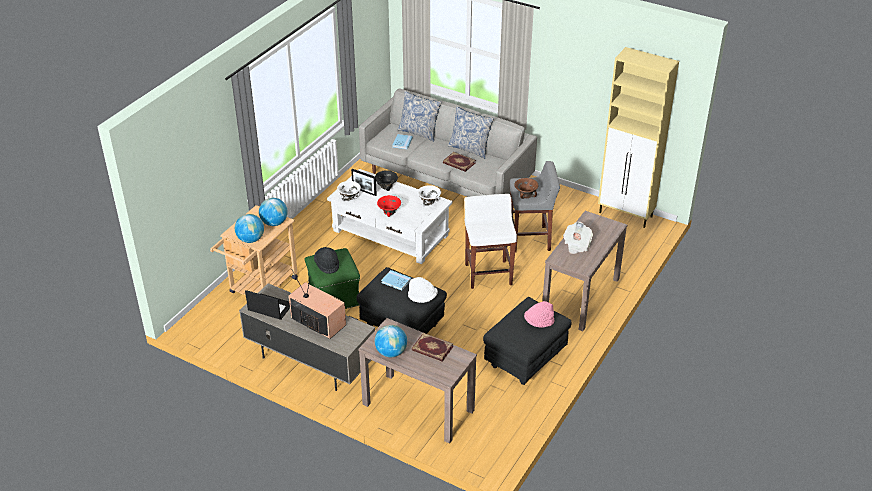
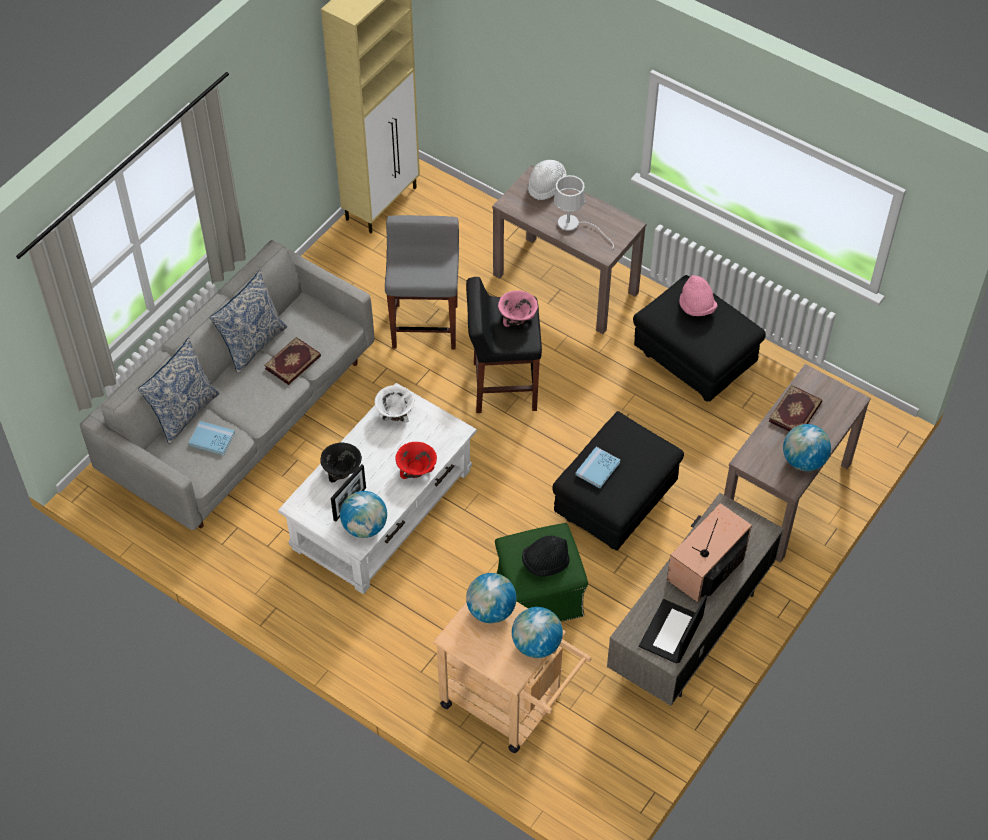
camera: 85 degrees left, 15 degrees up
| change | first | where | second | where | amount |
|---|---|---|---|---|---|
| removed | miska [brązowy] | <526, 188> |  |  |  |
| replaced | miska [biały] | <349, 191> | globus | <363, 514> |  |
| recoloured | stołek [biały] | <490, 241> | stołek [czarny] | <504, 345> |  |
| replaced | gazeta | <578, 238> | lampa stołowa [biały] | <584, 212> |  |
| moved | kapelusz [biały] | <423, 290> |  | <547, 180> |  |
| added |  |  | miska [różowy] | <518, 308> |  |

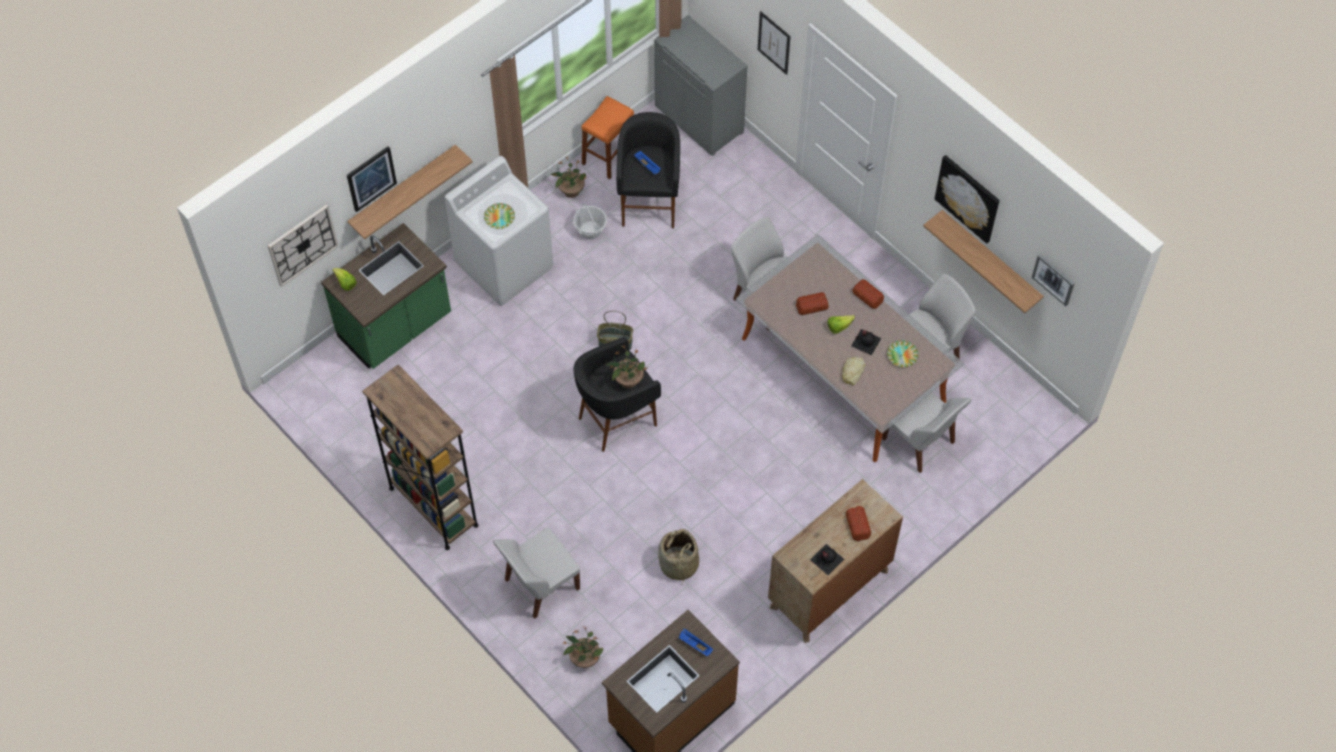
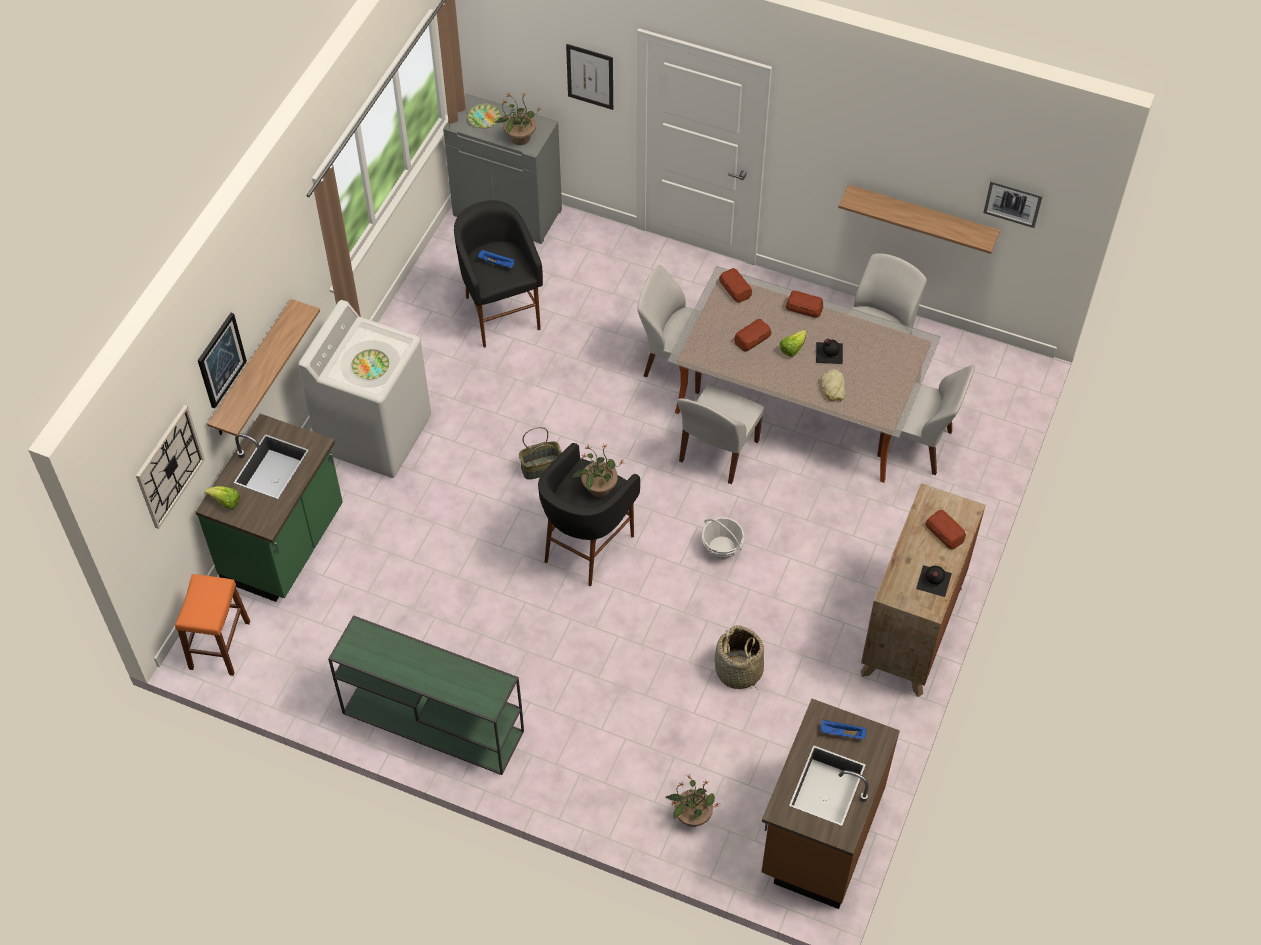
camera: 25 degrees left, 5 degrees down
| change | first | where | second | where | amount |
|---|---|---|---|---|---|
| moved | stołek [pomarańczowy] | <607, 137> |  | <212, 625> |  |
| moved | roślina doniczkowa | <569, 176> |  | <517, 118> |  |
| removed | obraz | <967, 199> |  |  |  |
| moved | koszyk | <590, 221> |  | <723, 538> |  |
| moved | talerz | <903, 353> |  | <484, 115> |  |
| replaced | regał [brązowy] | <420, 457> | stolik konsolowy [zielony] | <426, 695> |  |
| moved | krzesło [biały] | <536, 573> |  | <720, 433> |  |
| added |  |  | chleb | <735, 285> |  |

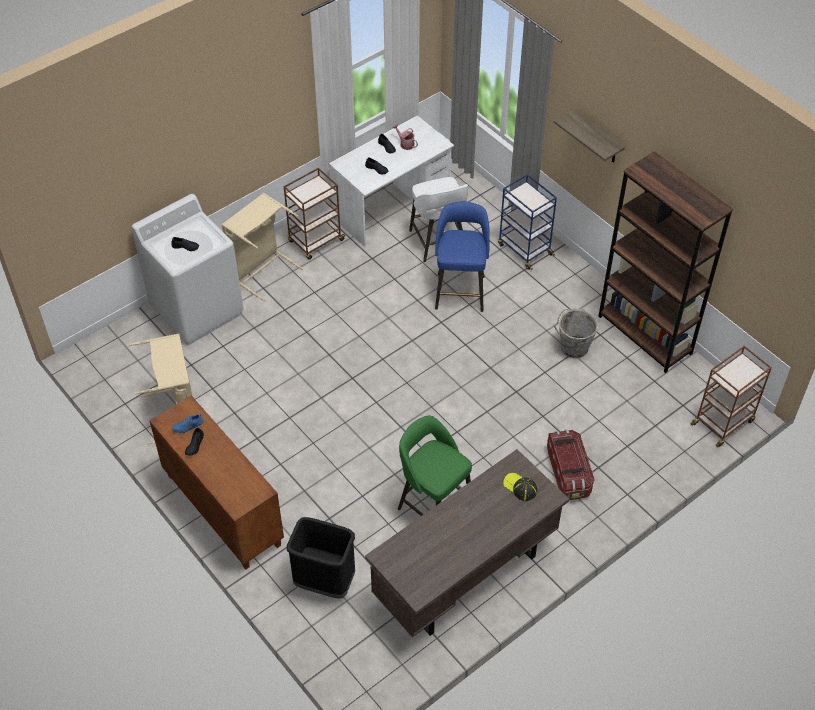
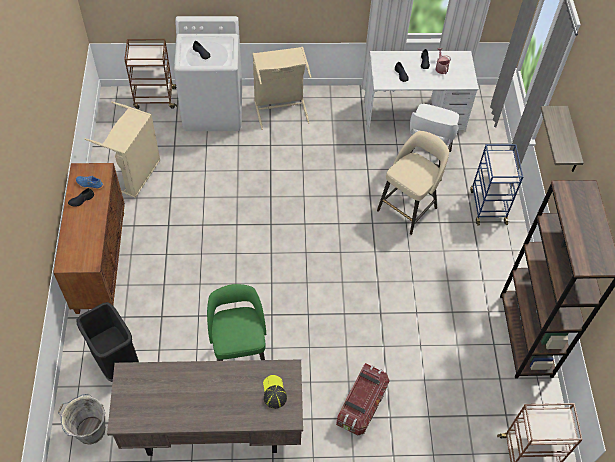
camera: 35 degrees right, 5 degrees up
| change | first | where | second | where | amount |
|---|---|---|---|---|---|
| moved | wózek [brązowy] | <315, 214> |  | <150, 74> |  |
| recoloured | stołek [niebieski] | <462, 257> | stołek [beżowy] | <413, 183> |  |
| moved | wiadro [szary] | <576, 333> |  | <82, 419> |  |

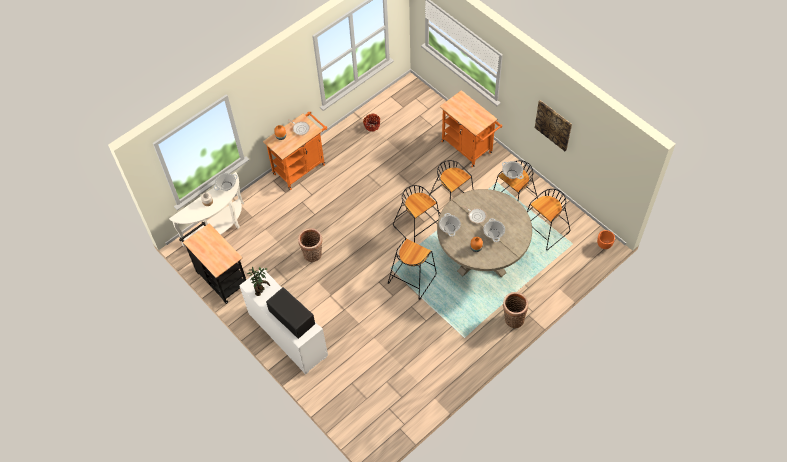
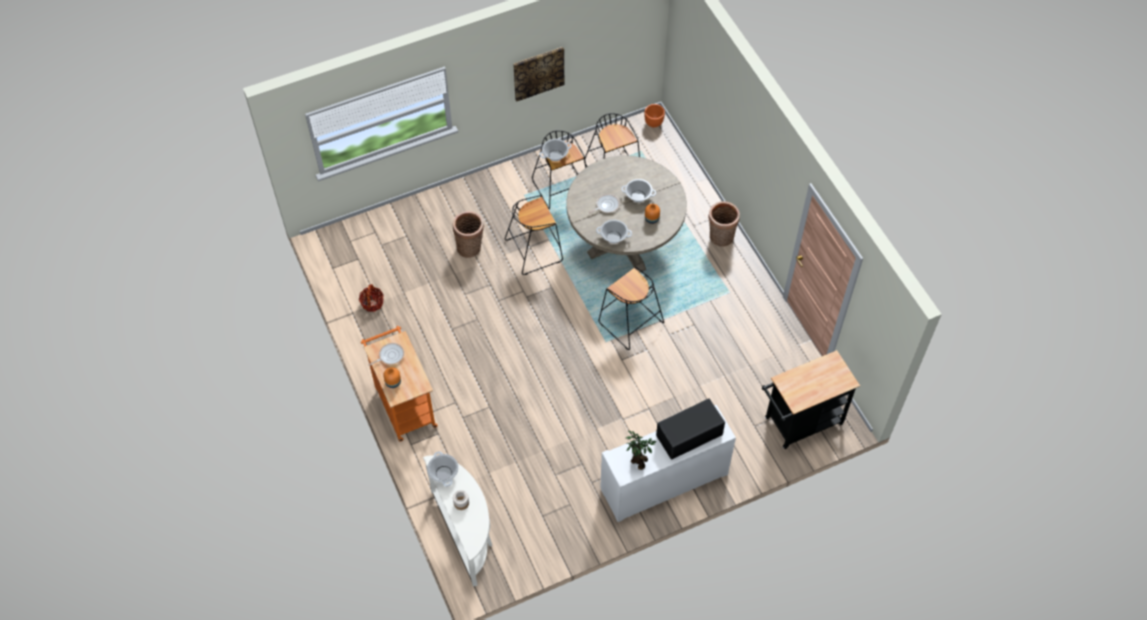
camera: 75 degrees left, 0 degrees up
| change | first | where | second | where | amount |
|---|---|---|---|---|---|
| removed | wózek [pomarańczowy] | <471, 128> |  |  |  |
| removed | stołek [czarny] | <416, 213> |  |  |  |
| moved | wózek [czarny] | <212, 263> |  | <811, 399> |  |
| moved | koszyk | <310, 245> |  | <468, 234> |  |

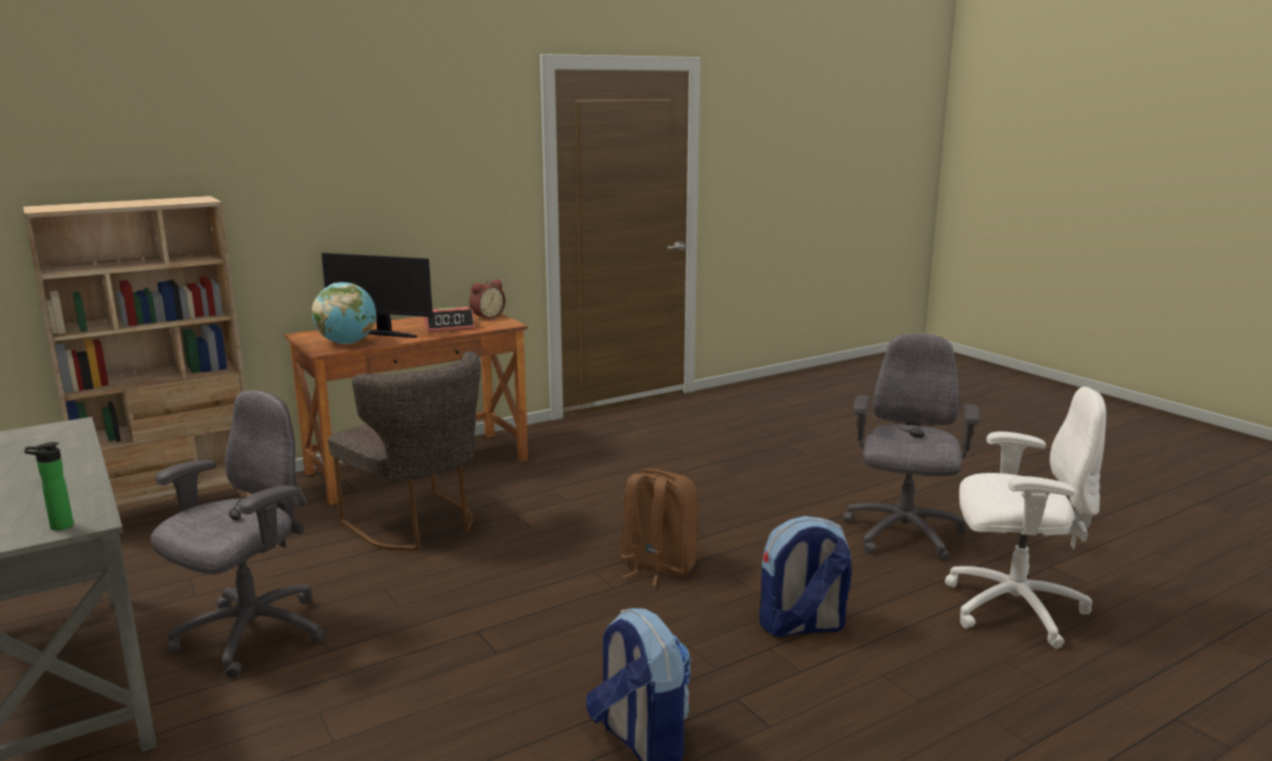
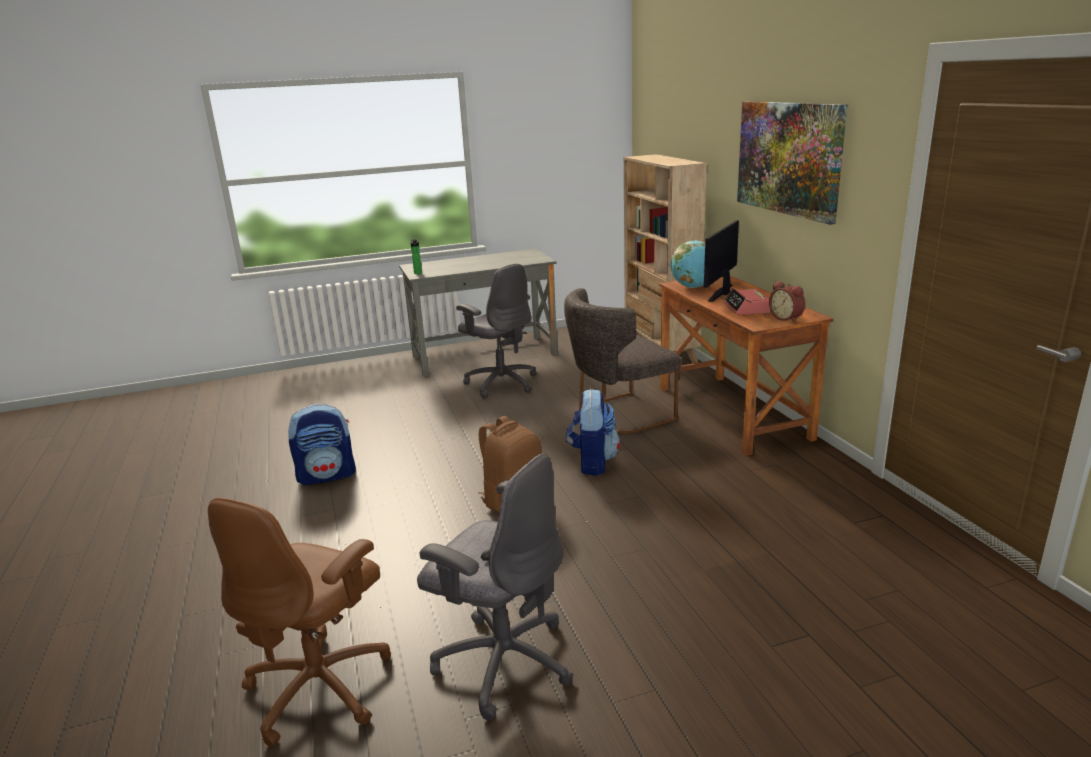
camera: 105 degrees right, 5 degrees up
| change | first | where | second | where | amount |
|---|---|---|---|---|---|
| recoloured | krzesło biurowe [biały] | <1025, 518> | krzesło biurowe [brązowy] | <299, 622> |  |
| moved | plecak | <805, 577> |  | <593, 432> |  |
| added |  |  | obraz | <792, 163> |  |

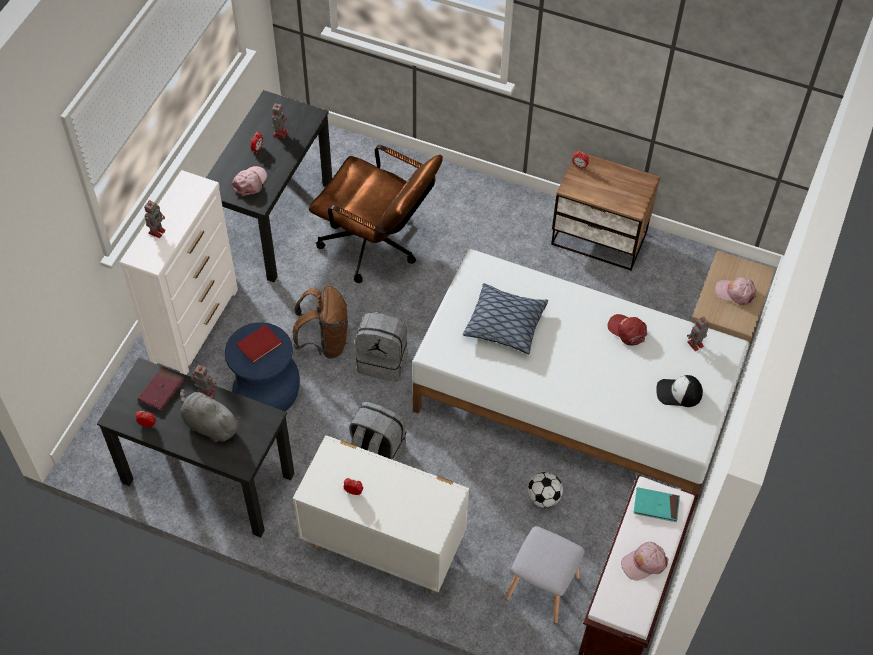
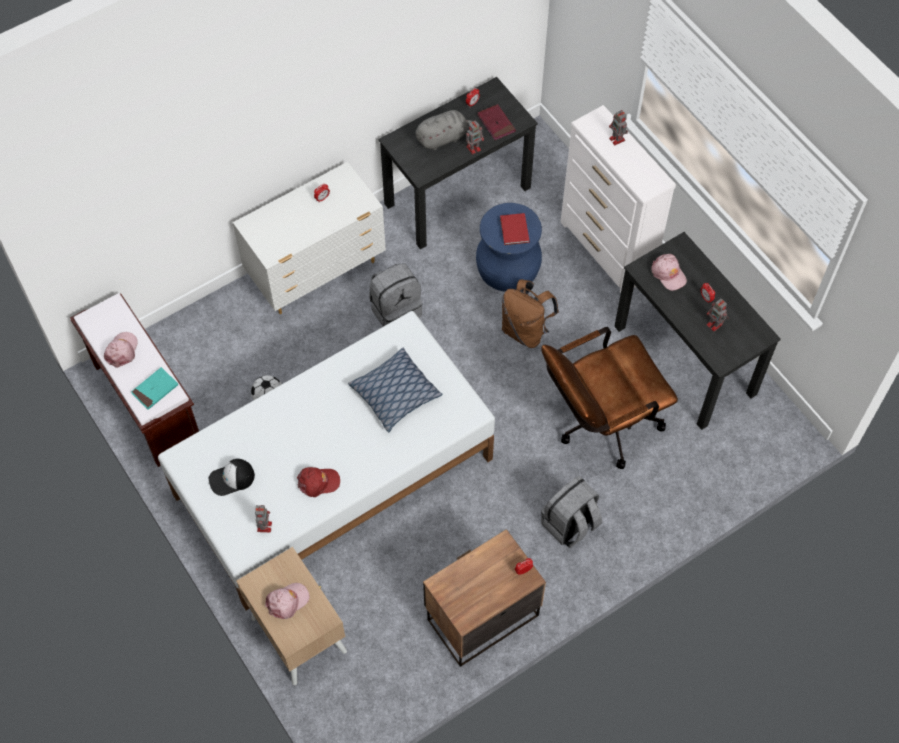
camera: 125 degrees right, 5 degrees up
| change | first | where | second | where | amount |
|---|---|---|---|---|---|
| moved | plecak [szary] | <381, 346> |  | <571, 512> |  |
| turned | czapka z daszkiem | <679, 391> |  | <232, 477> | 150 degrees counterclockwise |
| removed | stołek [szary] | <545, 575> |  |  |  |

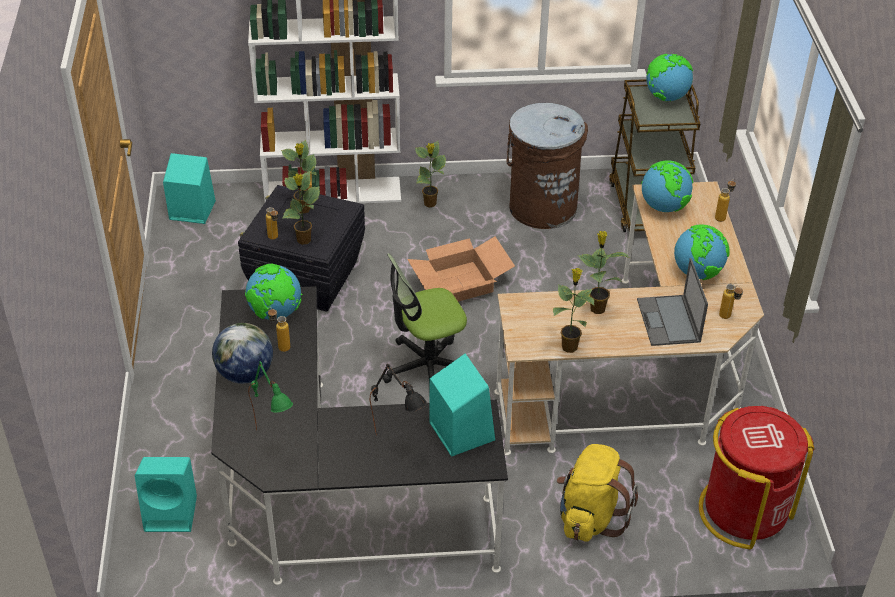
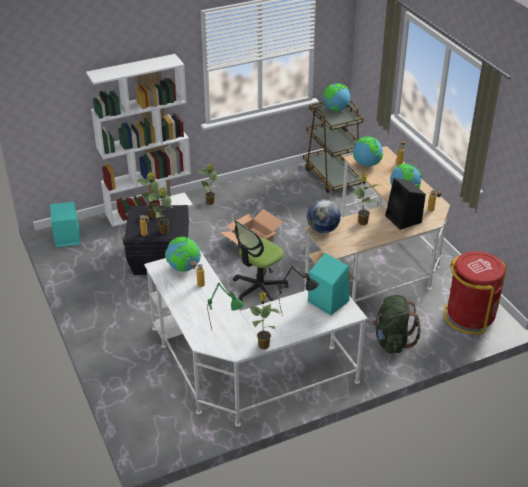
camera: 20 degrees left, 5 degrees down
| change | first | where | second | where | amount |
|---|---|---|---|---|---|
| removed | kosz na śmieci [brązowy] | <547, 166> |  |  |  |
| replaced | laptop | <672, 302> | głośnik [czarny] | <405, 204> |  |
| moved | roślina doniczkowa | <574, 310> |  | <264, 320> |  |
| recoloured | biurko [czarny] | <359, 435> | biurko [biały] | <256, 339> |  |
| moved | globus | <242, 353> |  | <324, 216> |  |
| recoloured | plecak [żółty] | <597, 493> | plecak [zielony] | <396, 324> |  |
| removed | głośnik [turkusowy] | <165, 494> |  |  |  |

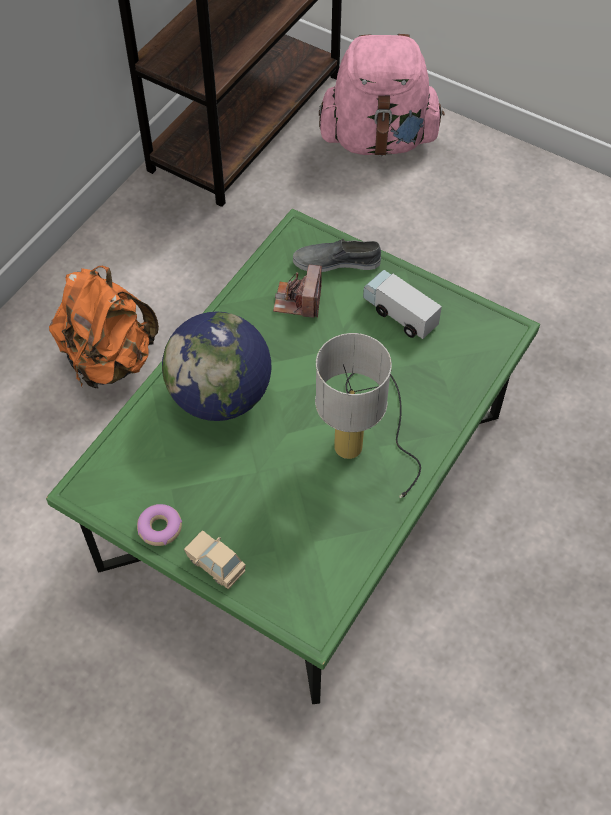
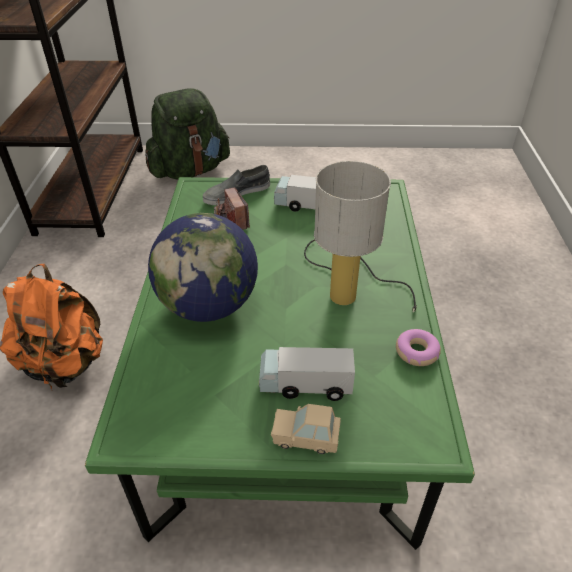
camera: 30 degrees left, 15 degrees down
| change | first | where | second | where | amount |
|---|---|---|---|---|---|
| recoloured | plecak [różowy] | <382, 95> | plecak [zielony] | <187, 133> |  |
| moved | donut | <159, 525> |  | <418, 347> |  |
| added |  |  | ciężarówka zabawkowa | <307, 374> |  |

